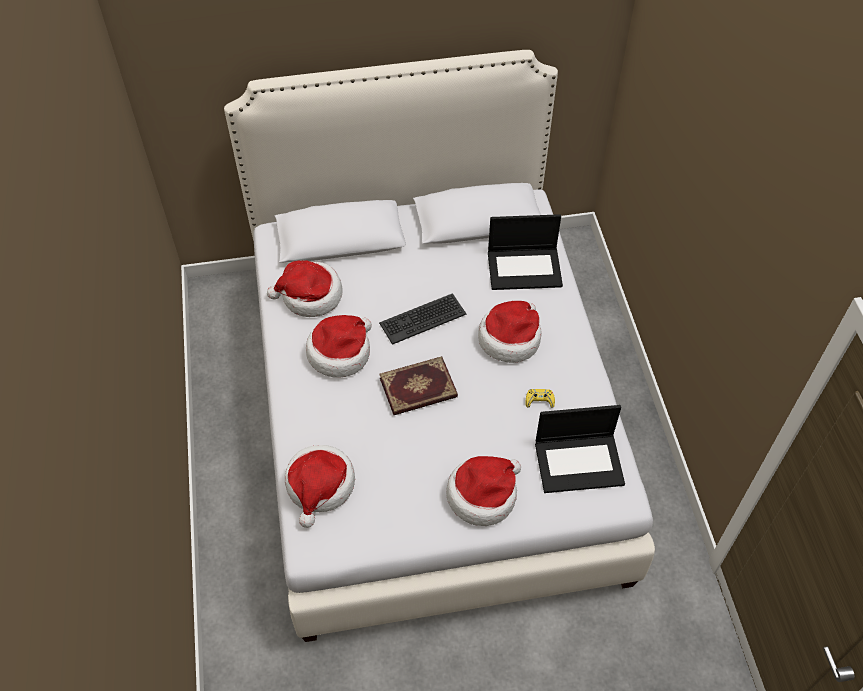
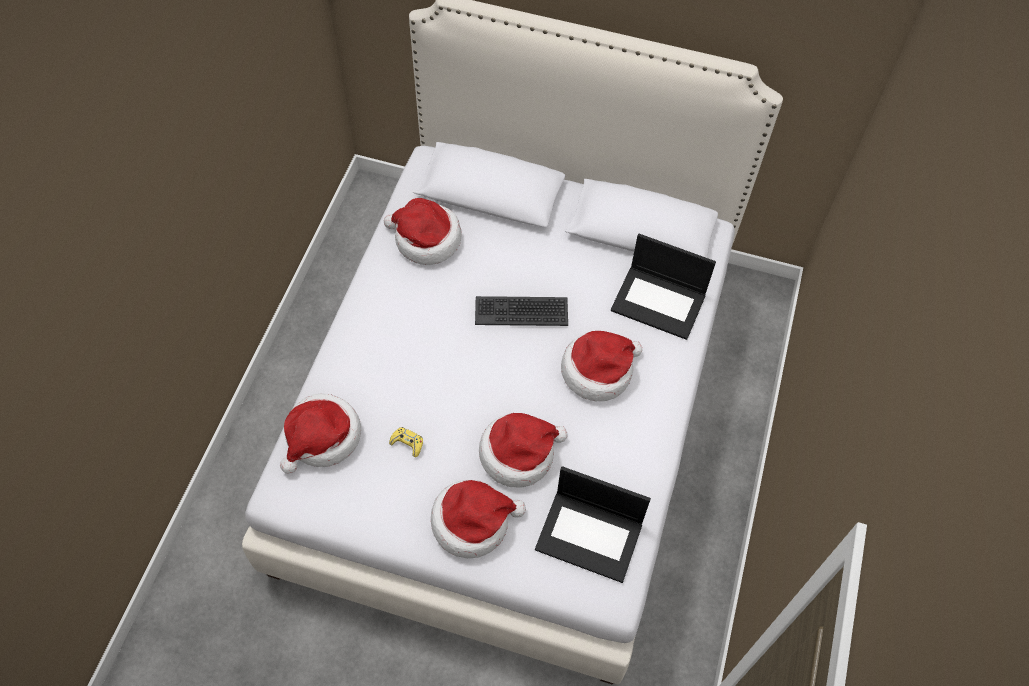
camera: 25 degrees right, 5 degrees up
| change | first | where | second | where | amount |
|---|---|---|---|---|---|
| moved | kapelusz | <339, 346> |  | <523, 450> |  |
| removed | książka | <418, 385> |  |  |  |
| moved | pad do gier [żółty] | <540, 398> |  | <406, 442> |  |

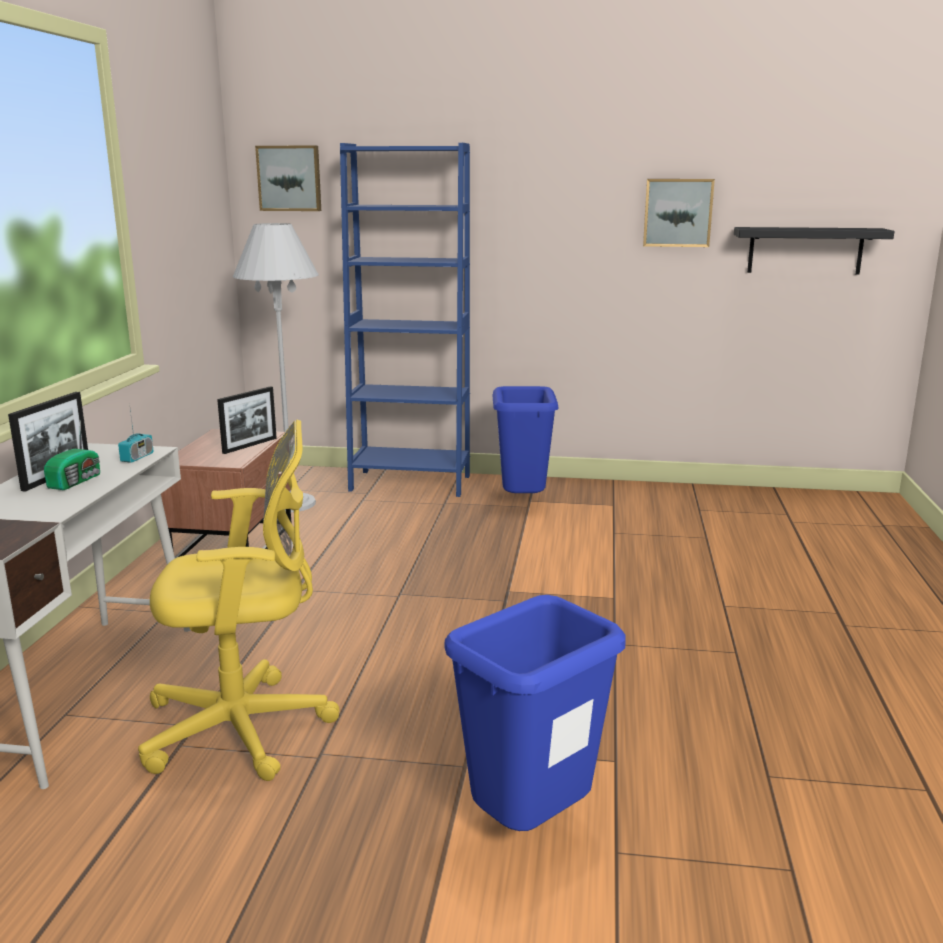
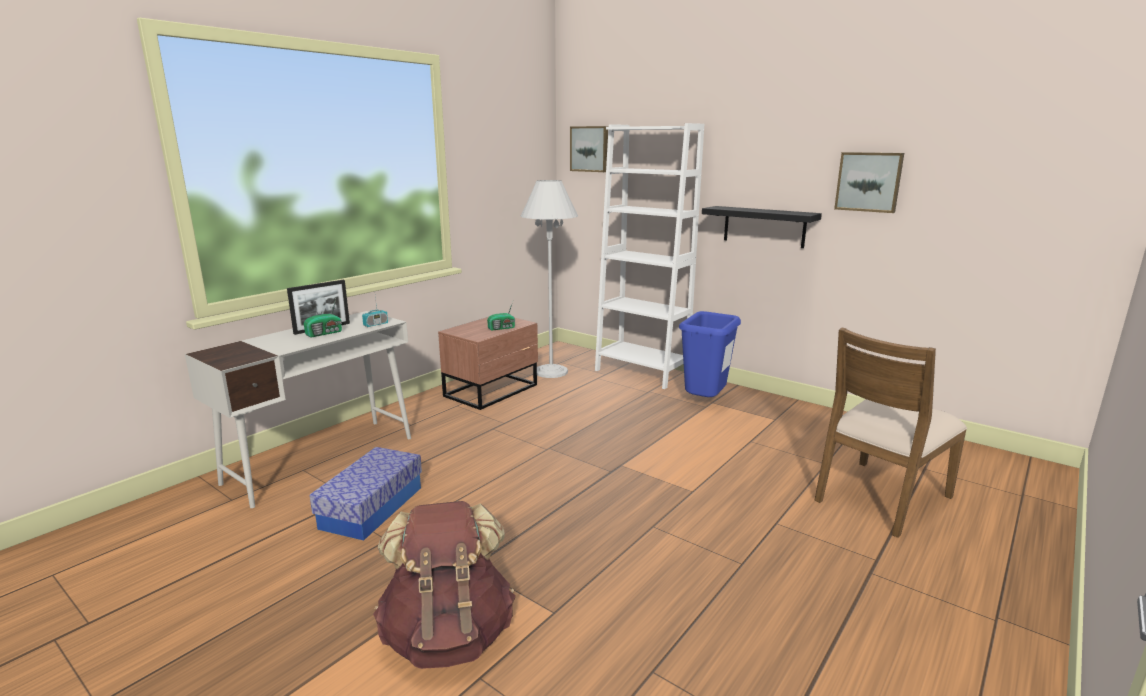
camera: 30 degrees right, 0 degrees up
| change | first | where | second | where | amount |
|---|---|---|---|---|---|
| recoloured | regał [niebieski] | <405, 320> | regał [biały] | <649, 256> |  |
| moved | półka [czarny] | <814, 250> |  | <762, 227> |  |
| replaced | ramka na zdjęcie | <247, 420> | radio | <501, 316> |  |
| replaced | krzesło biurowe [żółty] | <239, 600> | pojemnik do przechowywania | <366, 494> |  |
| replaced | kosz na śmieci [niebieski] | <535, 713> | plecak [brązowy] | <444, 585> |  |
| added |  |  | krzesło [brązowy] | <890, 432> |  |

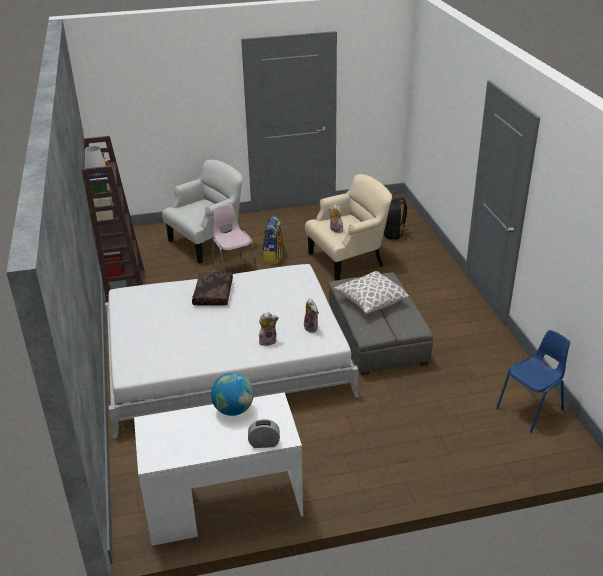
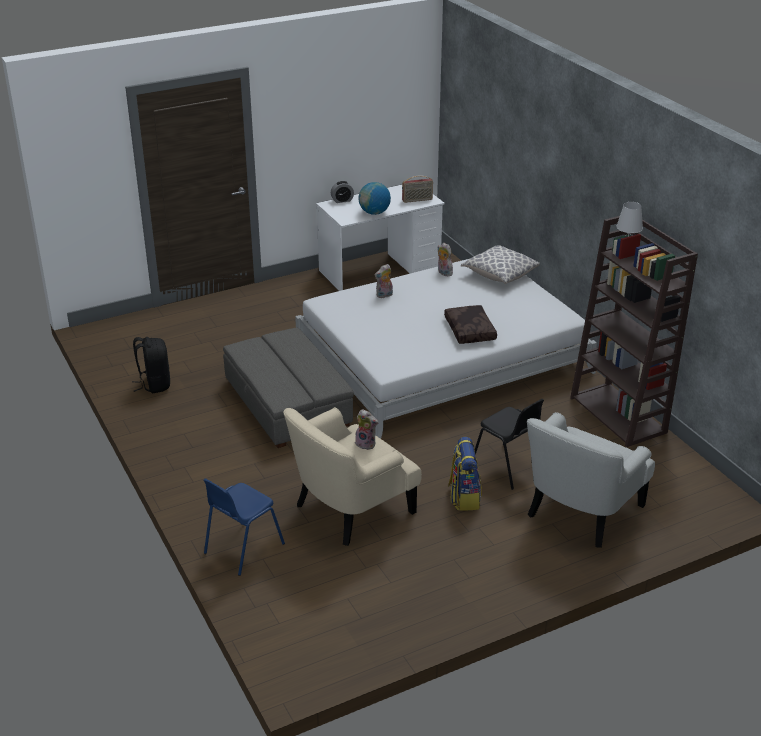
camera: 165 degrees right, 0 degrees up
| change | first | where | second | where | amount |
|---|---|---|---|---|---|
| moved | plecak [czarny] | <397, 218> |  | <151, 365> |  |
| recoloured | krzesło [różowy] | <234, 238> | krzesło [czarny] | <509, 444> |  |
| moved | poduszka | <371, 293> |  | <500, 264> |  |
| moved | pluszak | <311, 315> |  | <445, 259> |  |
| moved | krzesło [niebieski] | <533, 381> |  | <244, 527> |  |
| added |  |  | radio | <417, 189> |  |

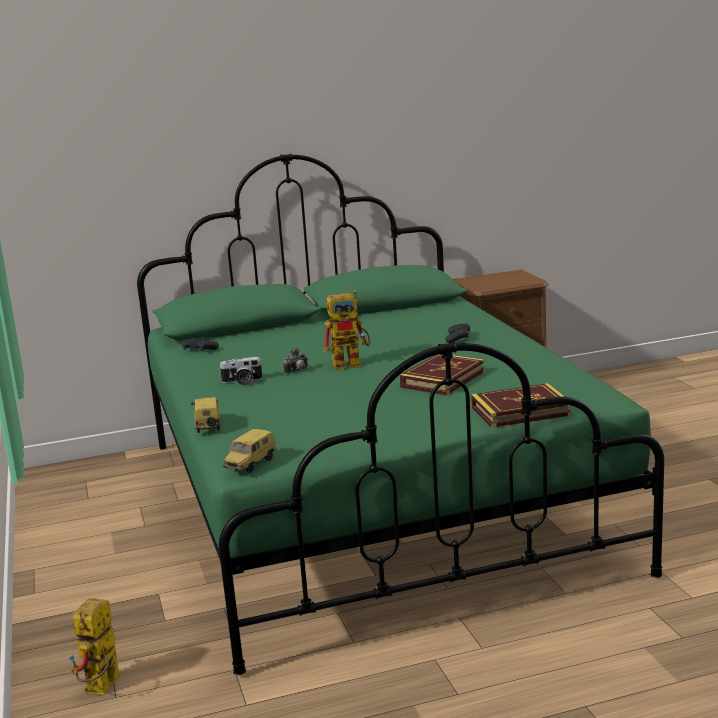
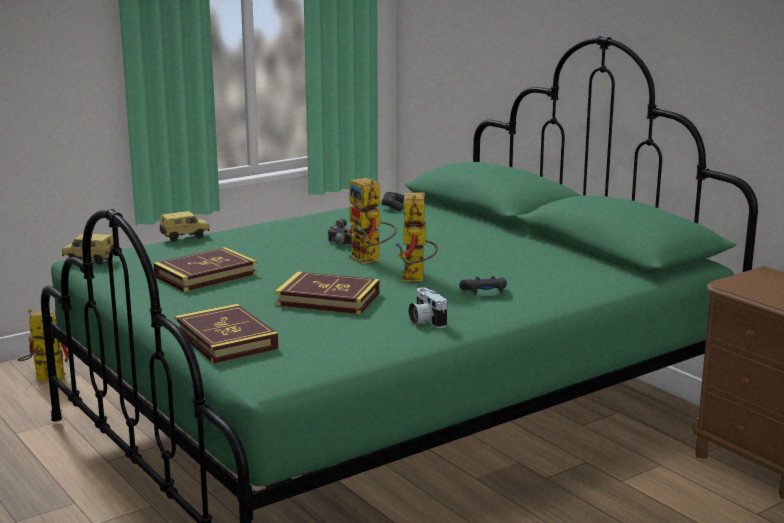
camera: 70 degrees right, 0 degrees up
| change | first | where | second | where | amount |
|---|---|---|---|---|---|
| moved | aparat fotograficzny | <241, 371> |  | <428, 308> |  |
| added |  |  | robot zabawkowy | <416, 236> |  |
| added |  |  | książka | <205, 269> |  |

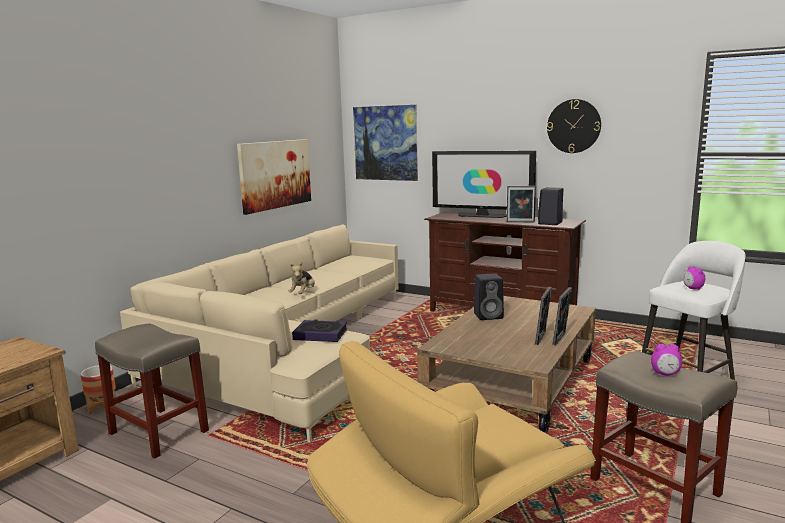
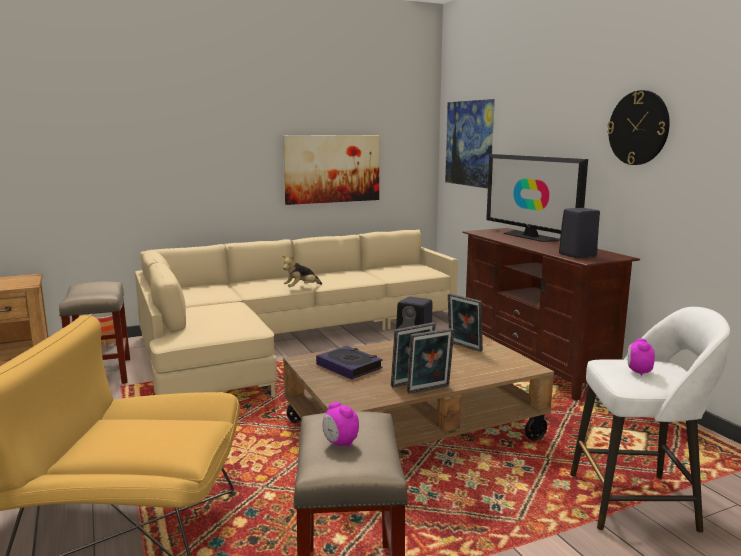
camera: 35 degrees right, 0 degrees up
| change | first | where | second | where | amount |
|---|---|---|---|---|---|
| moved | ramka na zdjęcie | <521, 204> |  | <465, 322> |  |
| moved | książka | <319, 331> |  | <349, 363> |  |

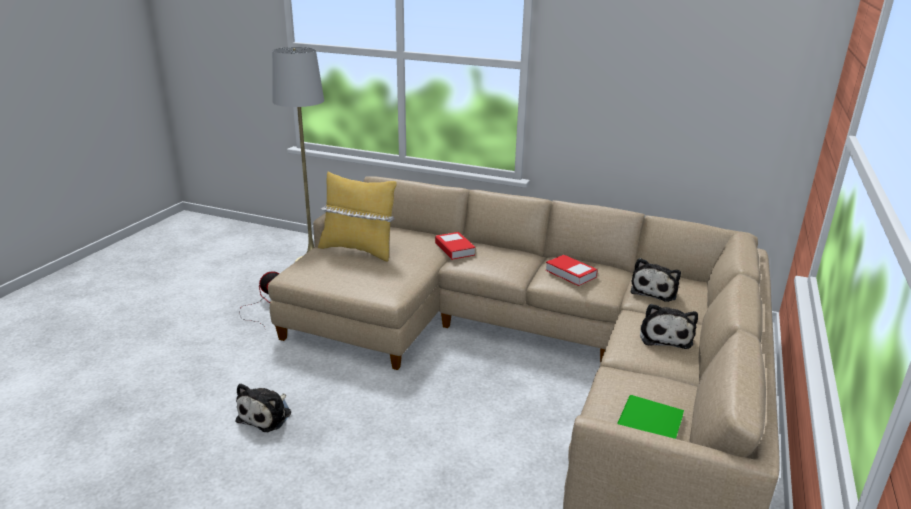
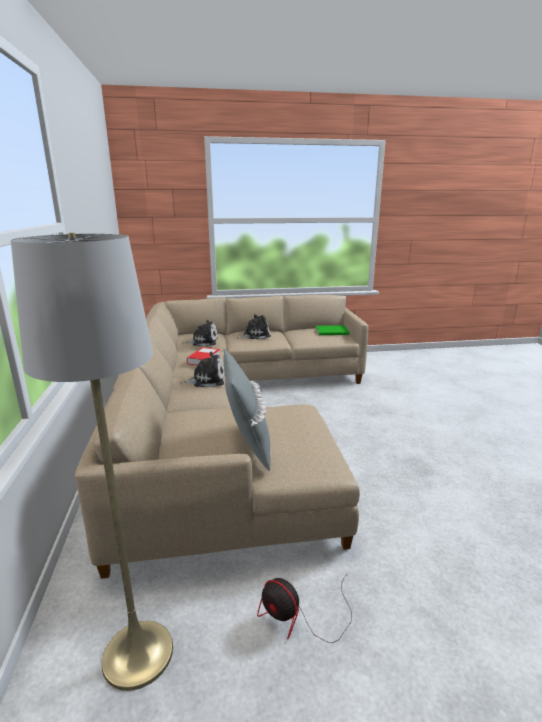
camera: 120 degrees left, 5 degrees down
| change | first | where | second | where | amount |
|---|---|---|---|---|---|
| recoloured | poduszka [żółty] | <357, 216> | poduszka [szary] | <247, 409> |  |
| removed | książka | <455, 246> |  |  |  |
| moved | pluszak | <263, 407> |  | <202, 369> |  |

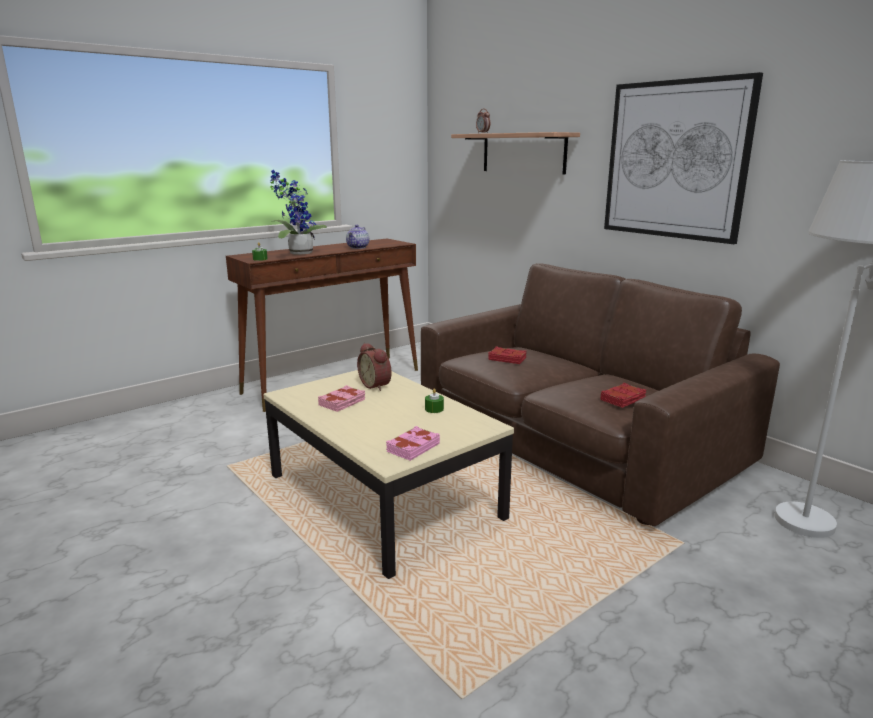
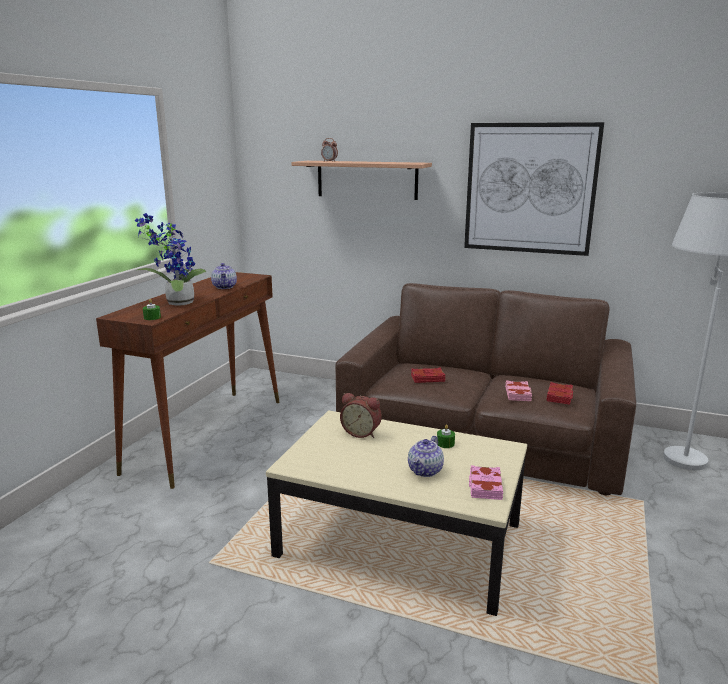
camera: 30 degrees left, 0 degrees up
| change | first | where | second | where | amount |
|---|---|---|---|---|---|
| moved | książka [różowy] | <341, 398> |  | <518, 390> |  |
| added |  |  | imbryk | <426, 456> |  |

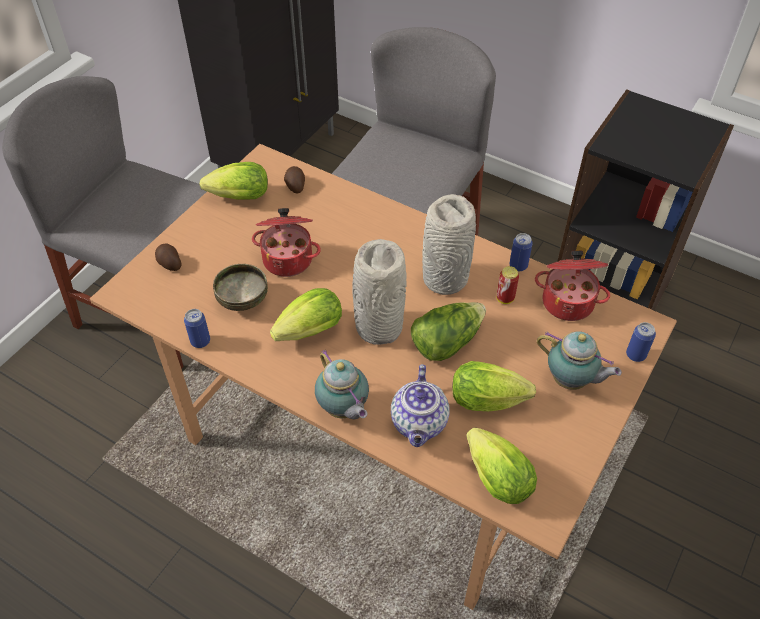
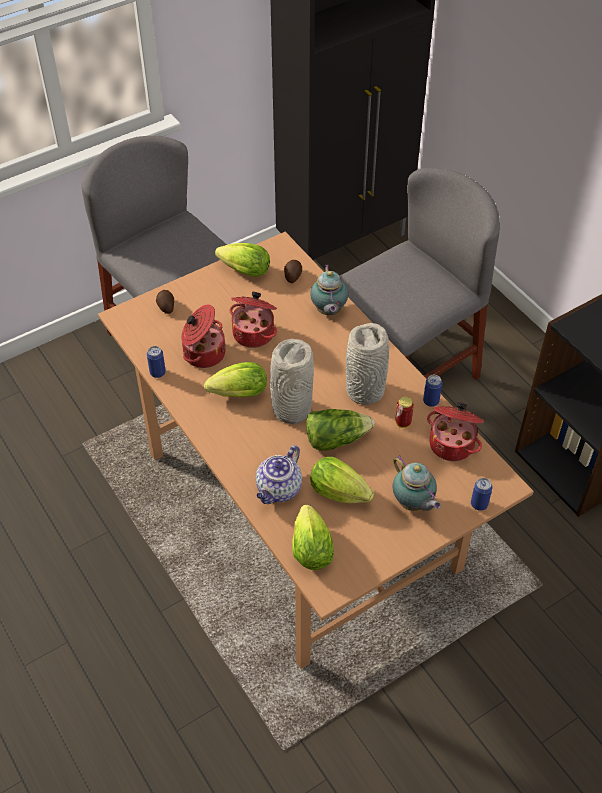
camera: 25 degrees right, 0 degrees up
| change | first | where | second | where | amount |
|---|---|---|---|---|---|
| replaced | miska | <240, 287> | garnek | <203, 336> |  |
| moved | imbryk | <342, 384> |  | <329, 290> |  |

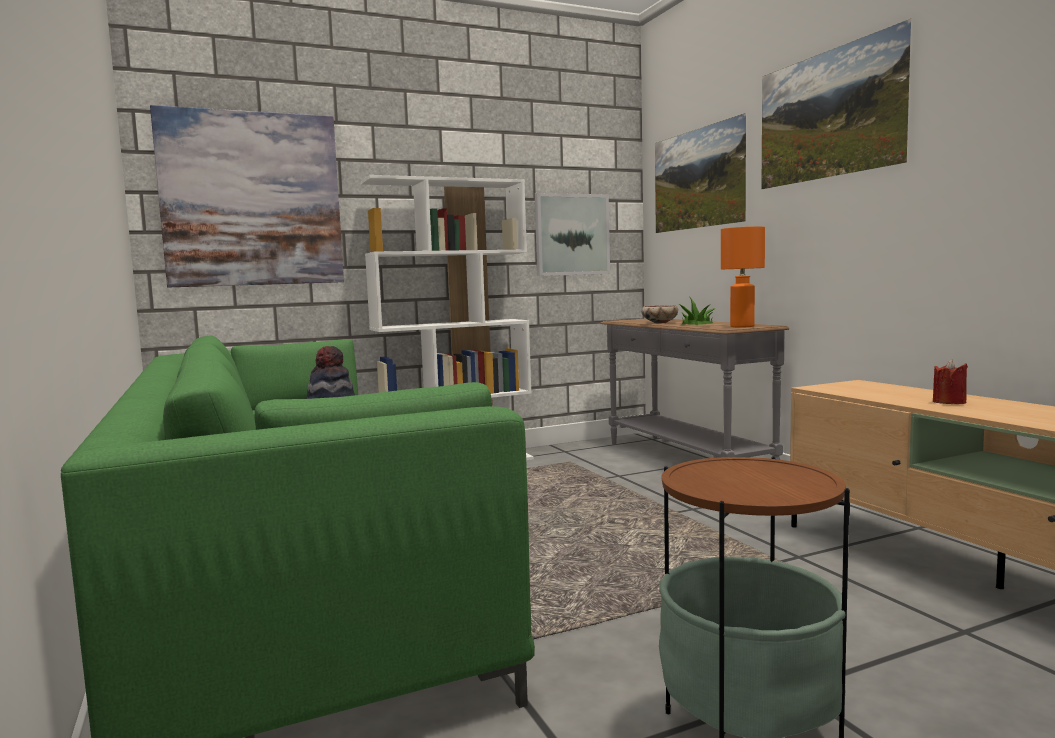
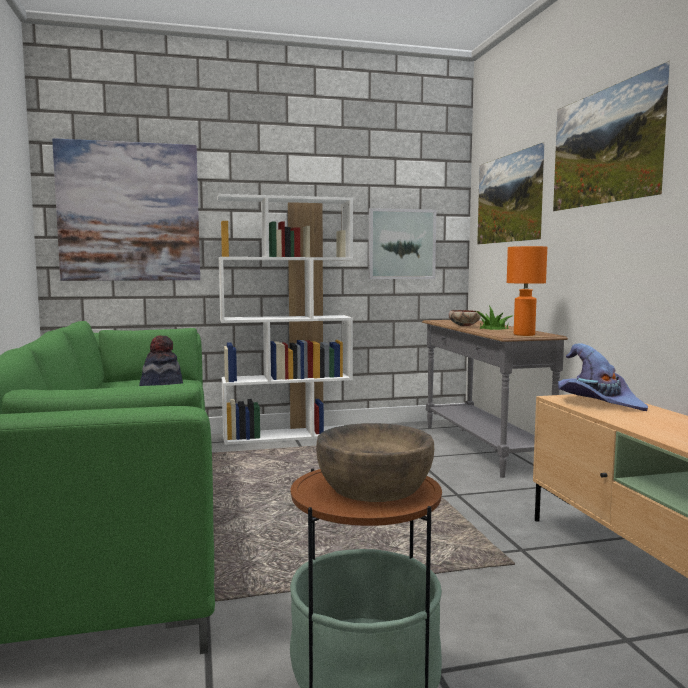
camera: 10 degrees right, 0 degrees up
| change | first | where | second | where | amount |
|---|---|---|---|---|---|
| removed | świeca [czerwony] | <950, 382> |  |  |  |
| added |  |  | kapelusz [fioletowy] | <603, 377> |  |
| added |  |  | miska [brązowy] | <375, 462> |  |

